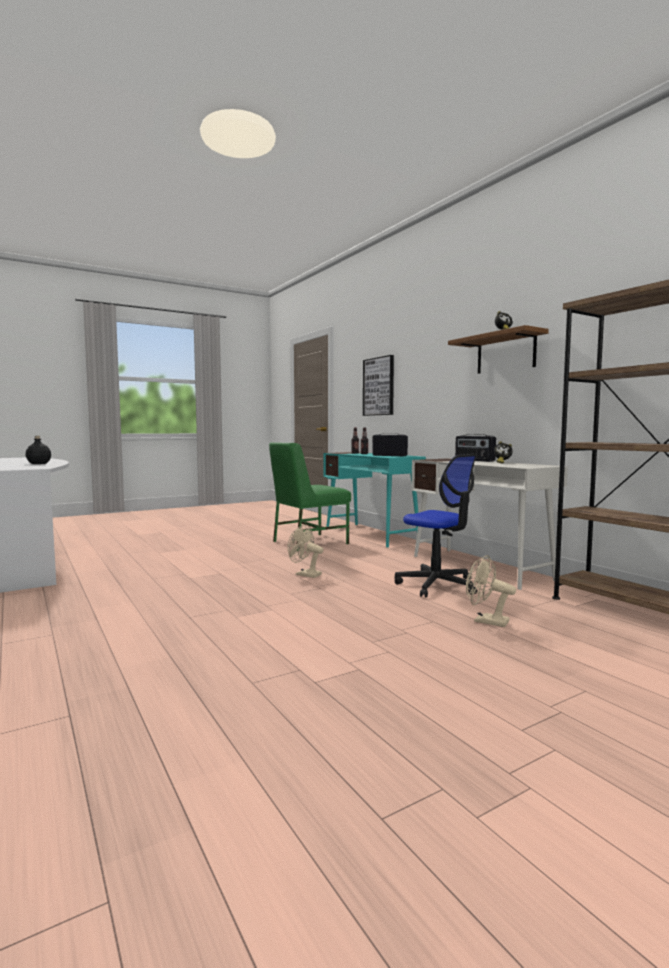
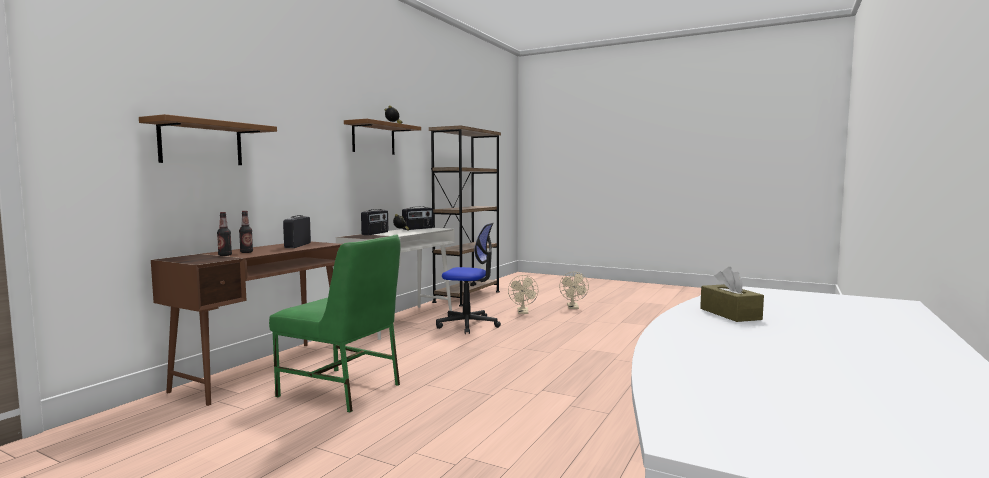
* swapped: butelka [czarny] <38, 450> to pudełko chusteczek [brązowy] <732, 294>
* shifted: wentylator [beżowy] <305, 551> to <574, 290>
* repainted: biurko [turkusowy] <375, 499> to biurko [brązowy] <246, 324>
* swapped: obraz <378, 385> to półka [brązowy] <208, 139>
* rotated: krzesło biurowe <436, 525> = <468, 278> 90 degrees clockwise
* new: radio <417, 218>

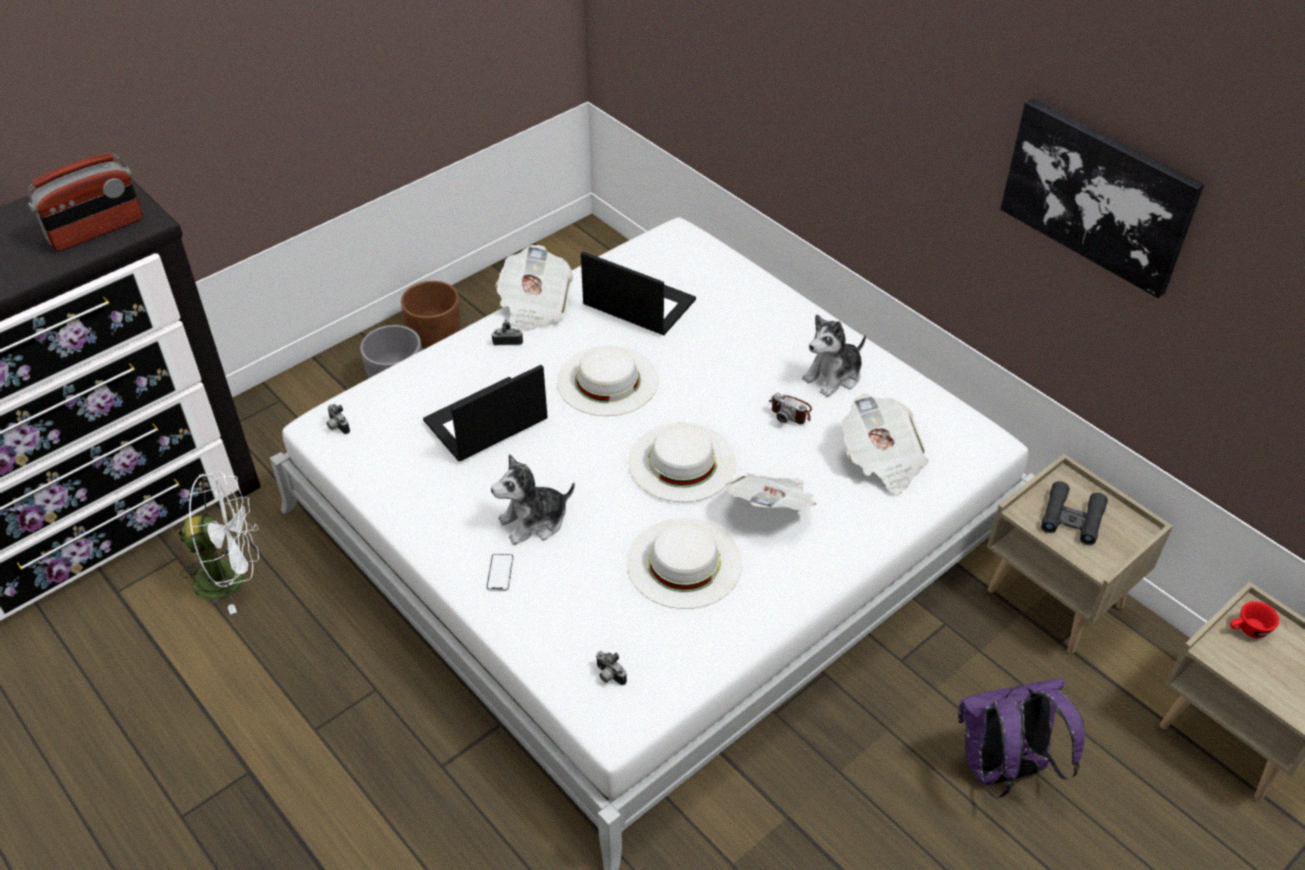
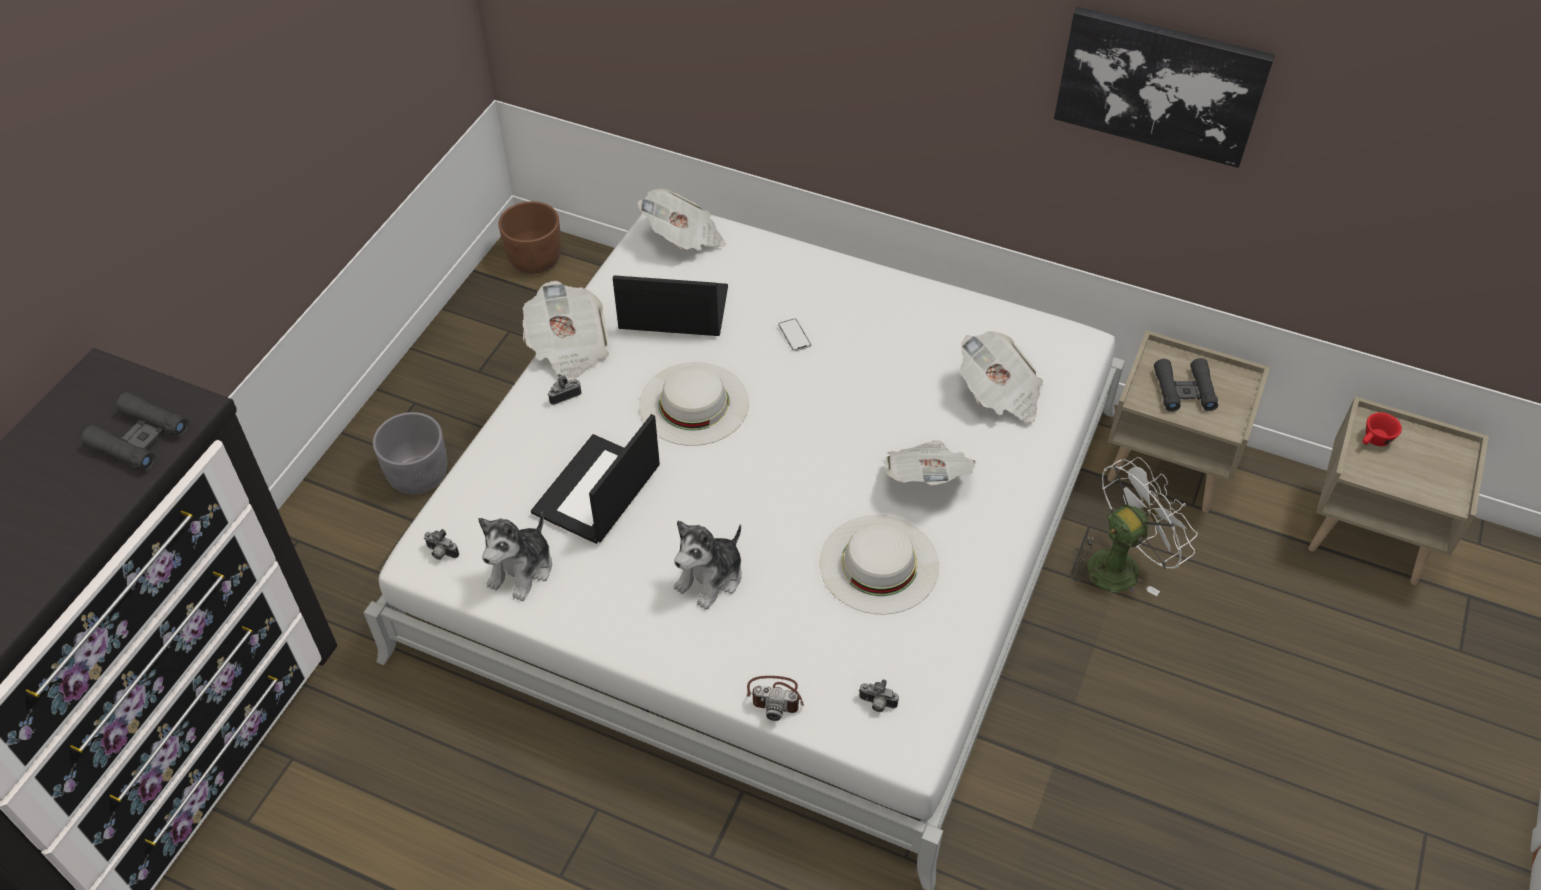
* swapped: radio <85, 202> to lornetka [czarny] <135, 431>
* shifted: wentylator [biały] <218, 543> to <1134, 526>
* shifted: donica [brązowy] <431, 315> to <529, 237>
* shifted: telefon <500, 572> to <794, 334>
* gone: kapelusz [biały] <682, 462>
* shifted: aparat fotograficzny <790, 408> to <775, 698>
* shifted: pluszak <834, 355> to <515, 556>
* gone: plecak [fioletowy] <1021, 738>
* new: gazeta <681, 220>

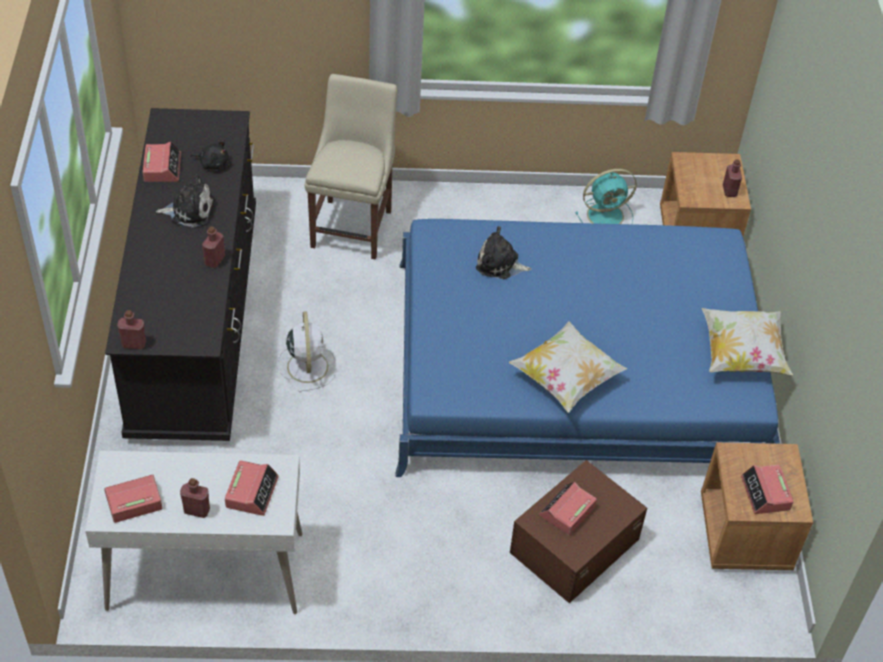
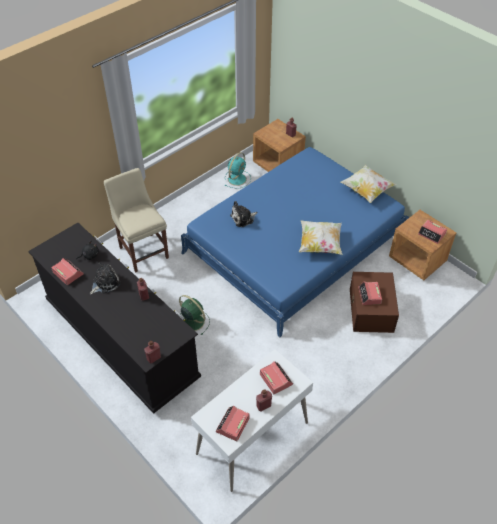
* repainted: wentylator [biały] <307, 351> to wentylator [zielony] <194, 315>

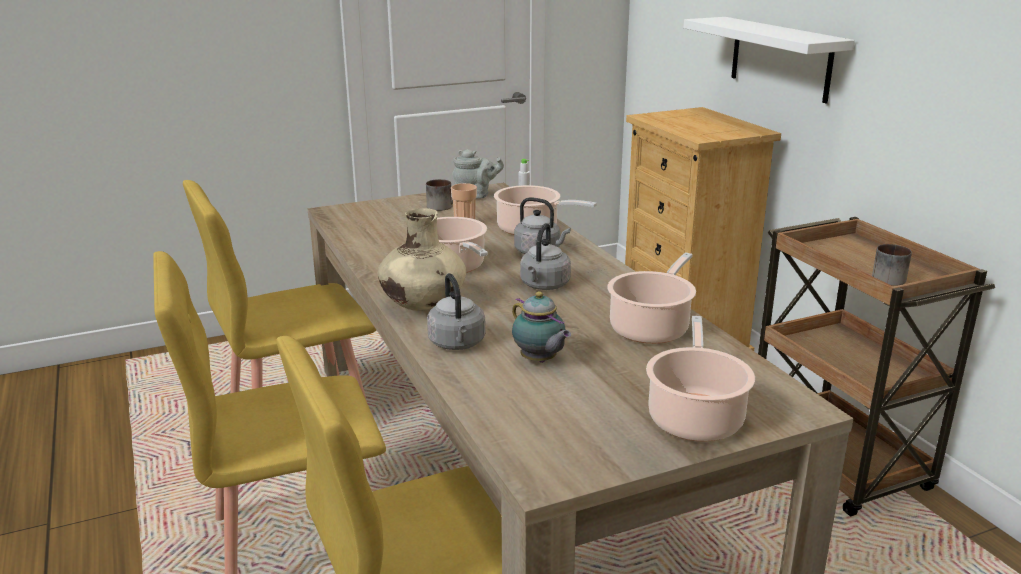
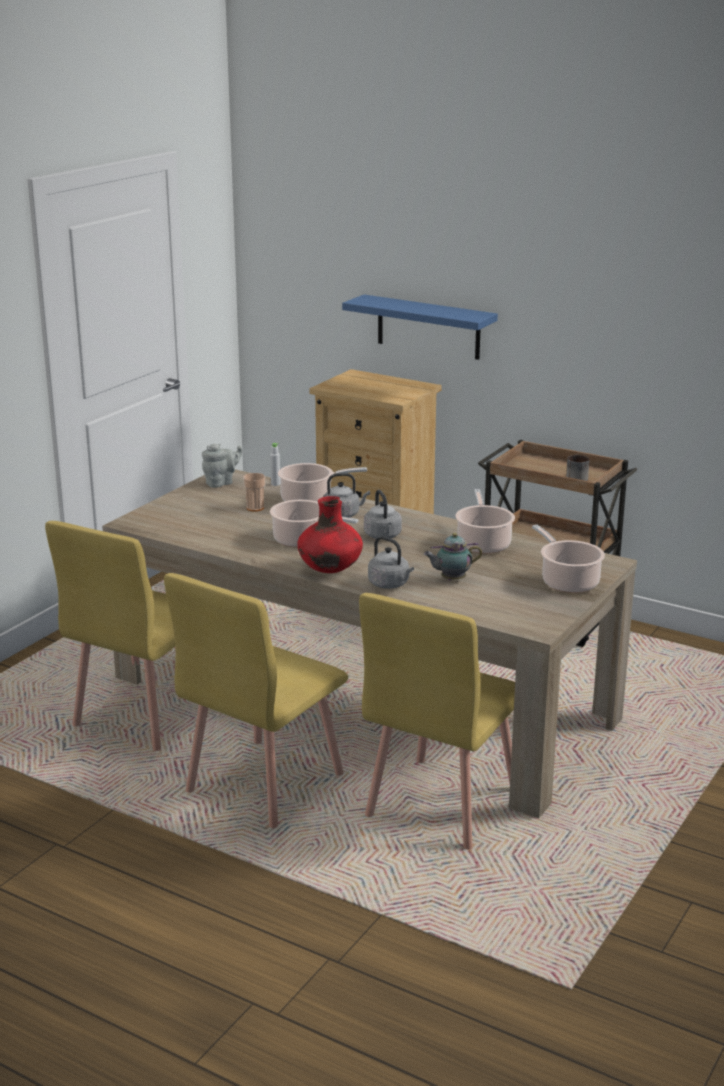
* repainted: wazon [beżowy] <422, 259> to wazon [czerwony] <330, 534>
* gone: kubek <439, 195>
* rotated: imbryk <541, 327> = <453, 556> 150 degrees clockwise
* repainted: półka [biały] <769, 60> to półka [niebieski] <420, 327>

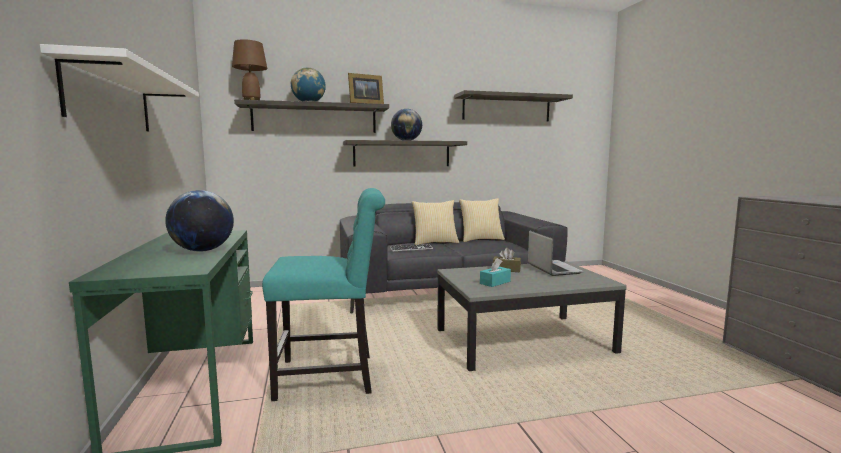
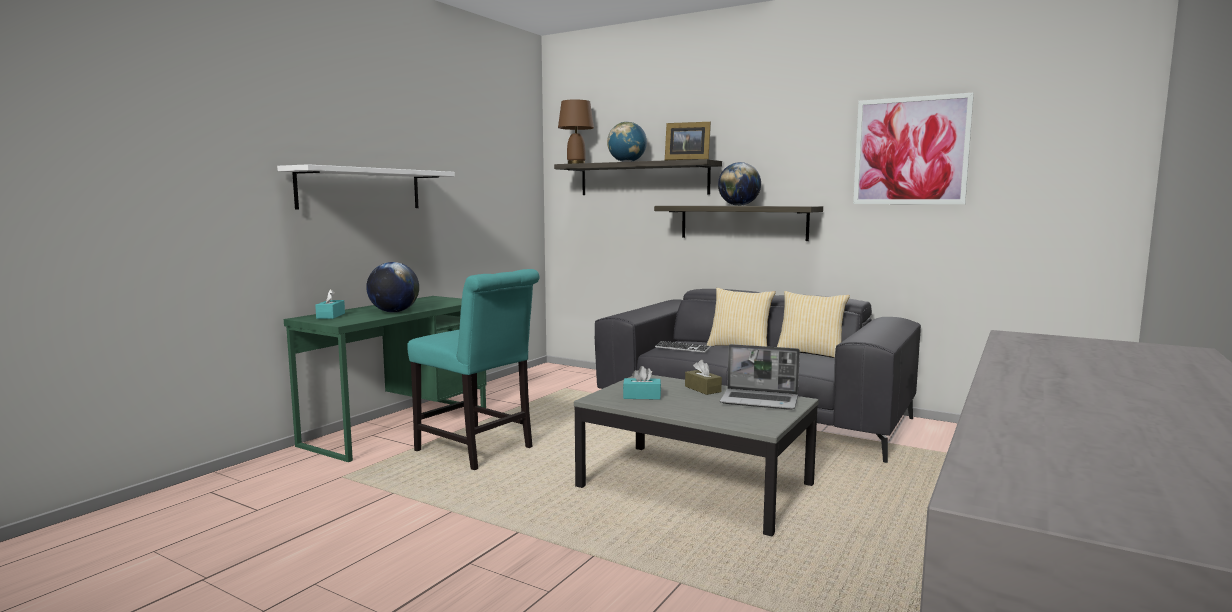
* swapped: półka <513, 106> to obraz <913, 148>
* rotated: laptop <556, 253> = <760, 377> 75 degrees clockwise
* new: pudełko chusteczek [turkusowy] <330, 304>

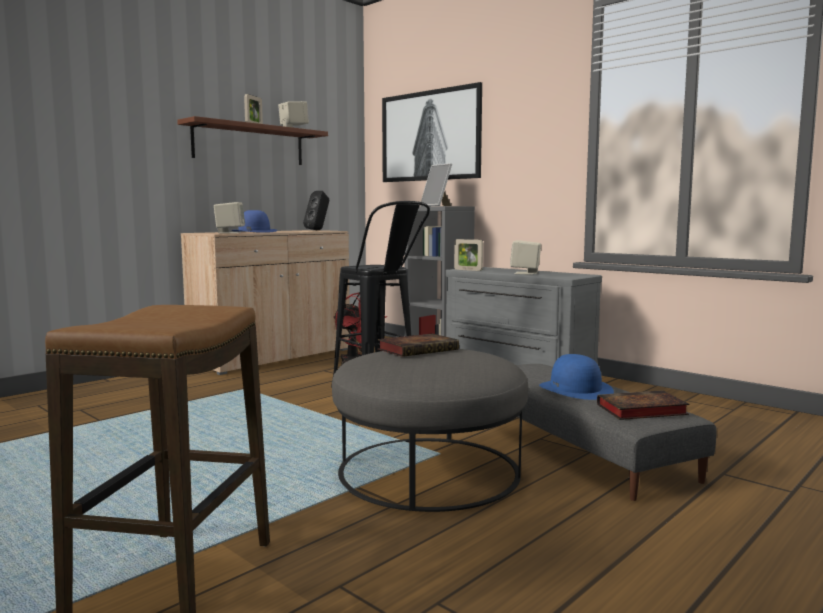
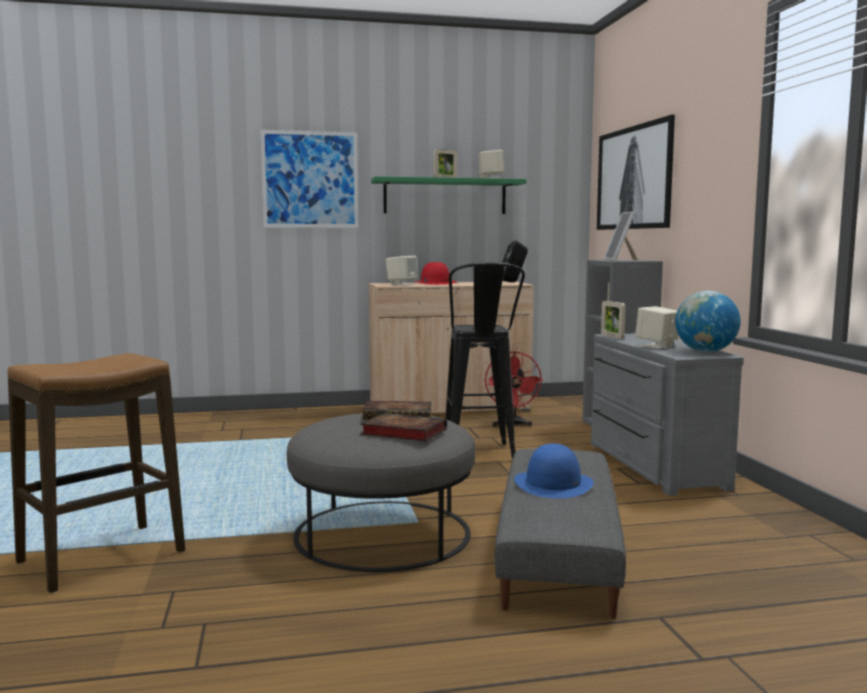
* repainted: półka [brązowy] <252, 140> to półka [zielony] <449, 195>
* repainted: kapelusz [niebieski] <254, 221> to kapelusz [czerwony] <436, 273>
* shifted: książka <643, 405> to <403, 427>
* new: obraz <309, 179>
* new: globus <708, 321>

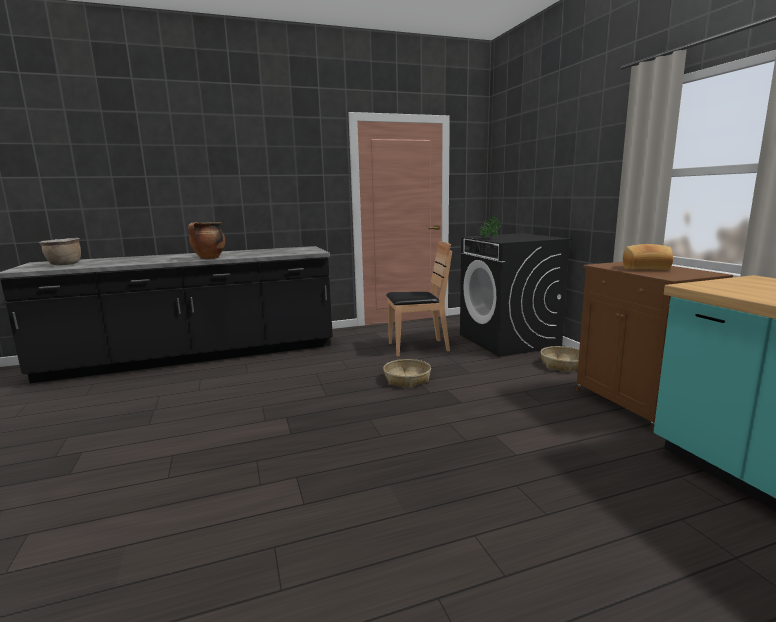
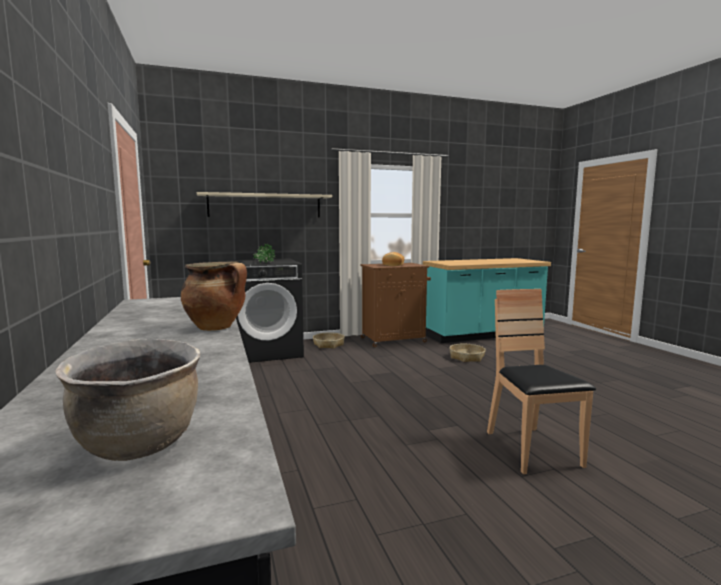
* shifted: koszyk <407, 373> to <467, 353>
* shifted: krzesło [brązowy] <419, 299> to <541, 381>
* new: półka [beżowy] <264, 204>

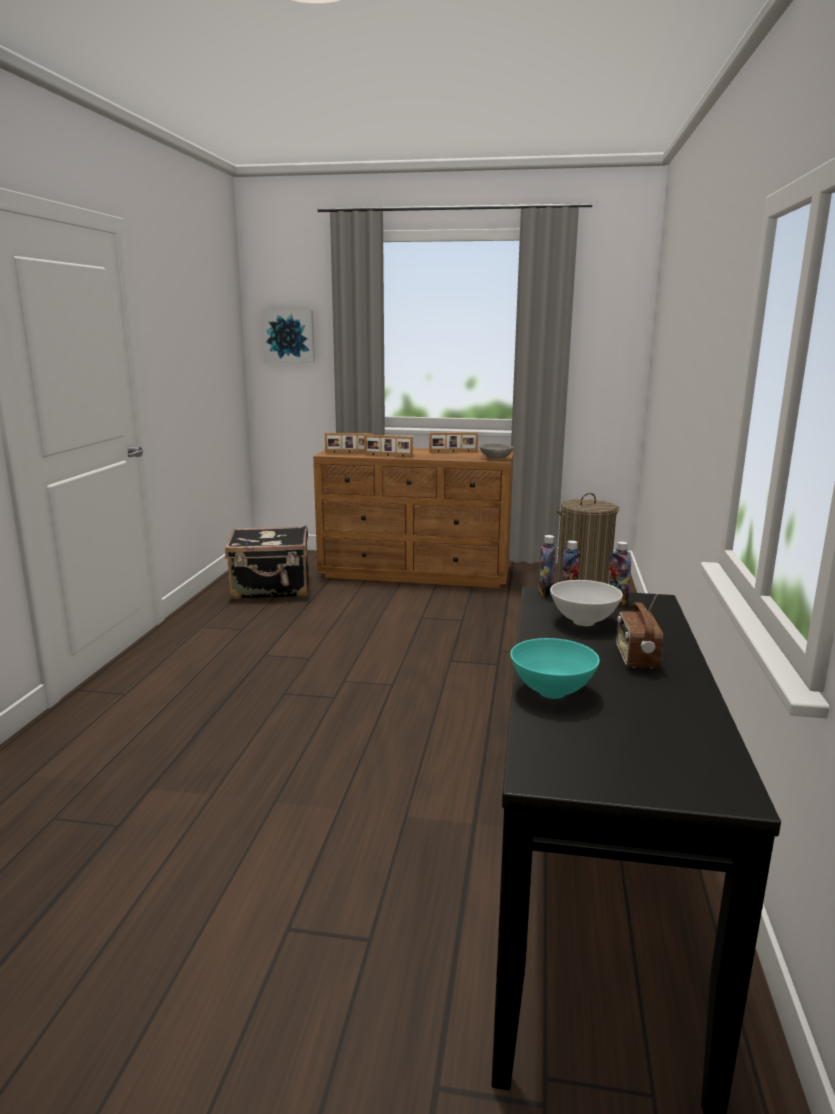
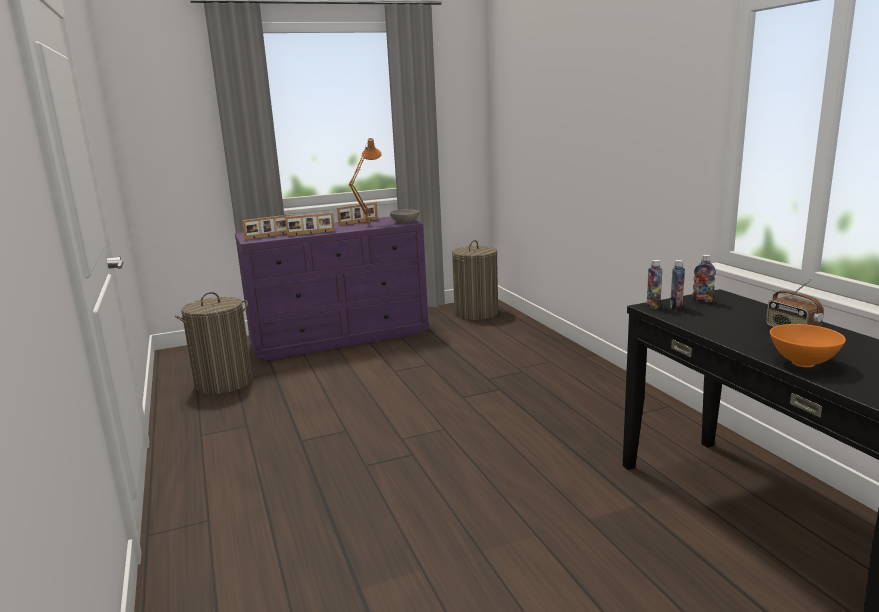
* swapped: walizka [czarny] <267, 562> to kosz na pranie <213, 343>
* gone: obraz <288, 336>
* repainted: komoda [brązowy] <413, 518> to komoda [fioletowy] <332, 289>
* repainted: miska [turkusowy] <555, 668> to miska [pomarańczowy] <808, 345>
* gone: miska [biały] <586, 603>
* new: lampa stołowa [pomarańczowy] <365, 182>

